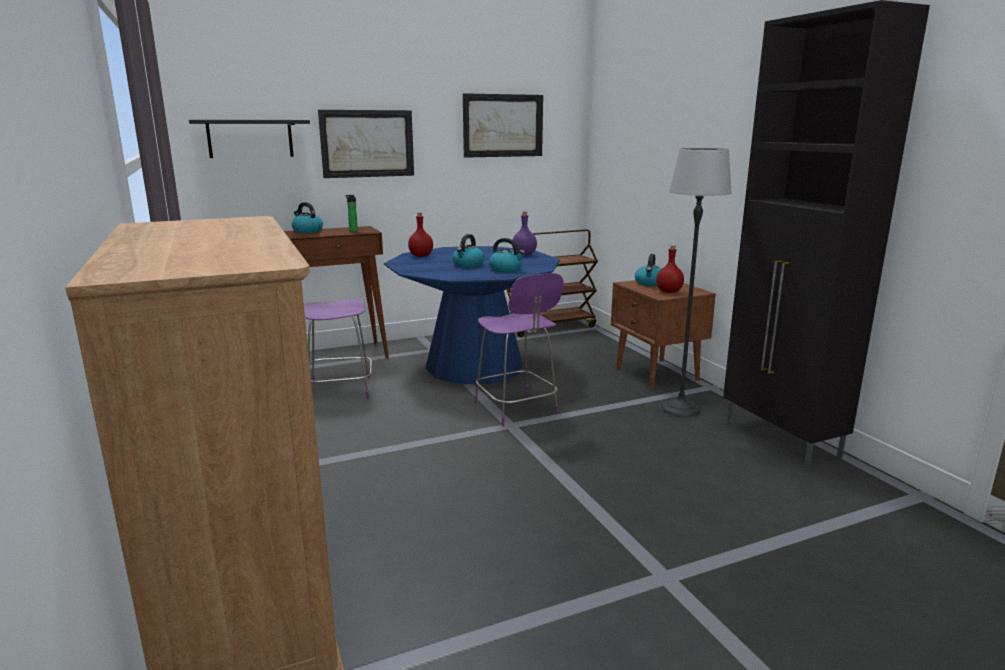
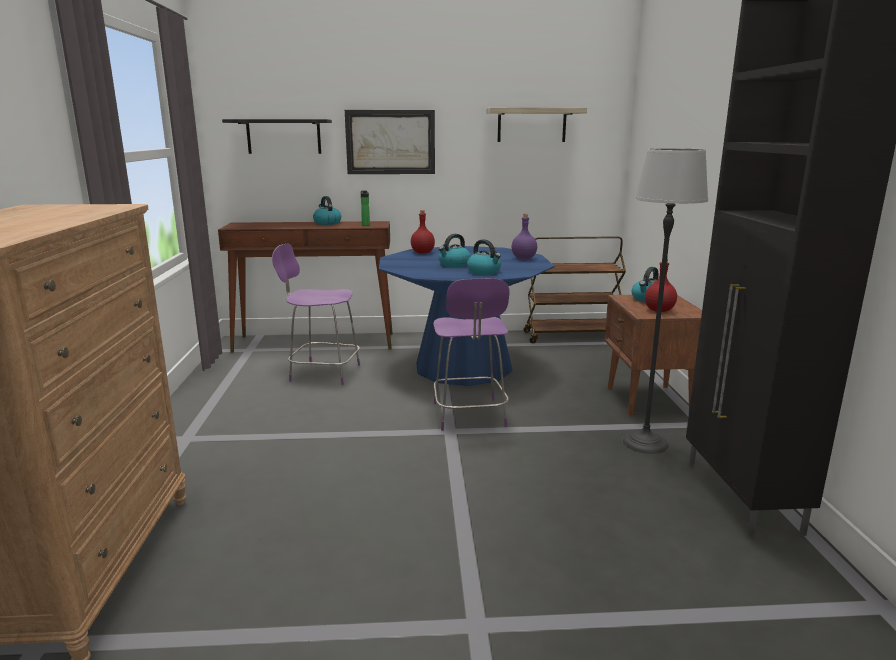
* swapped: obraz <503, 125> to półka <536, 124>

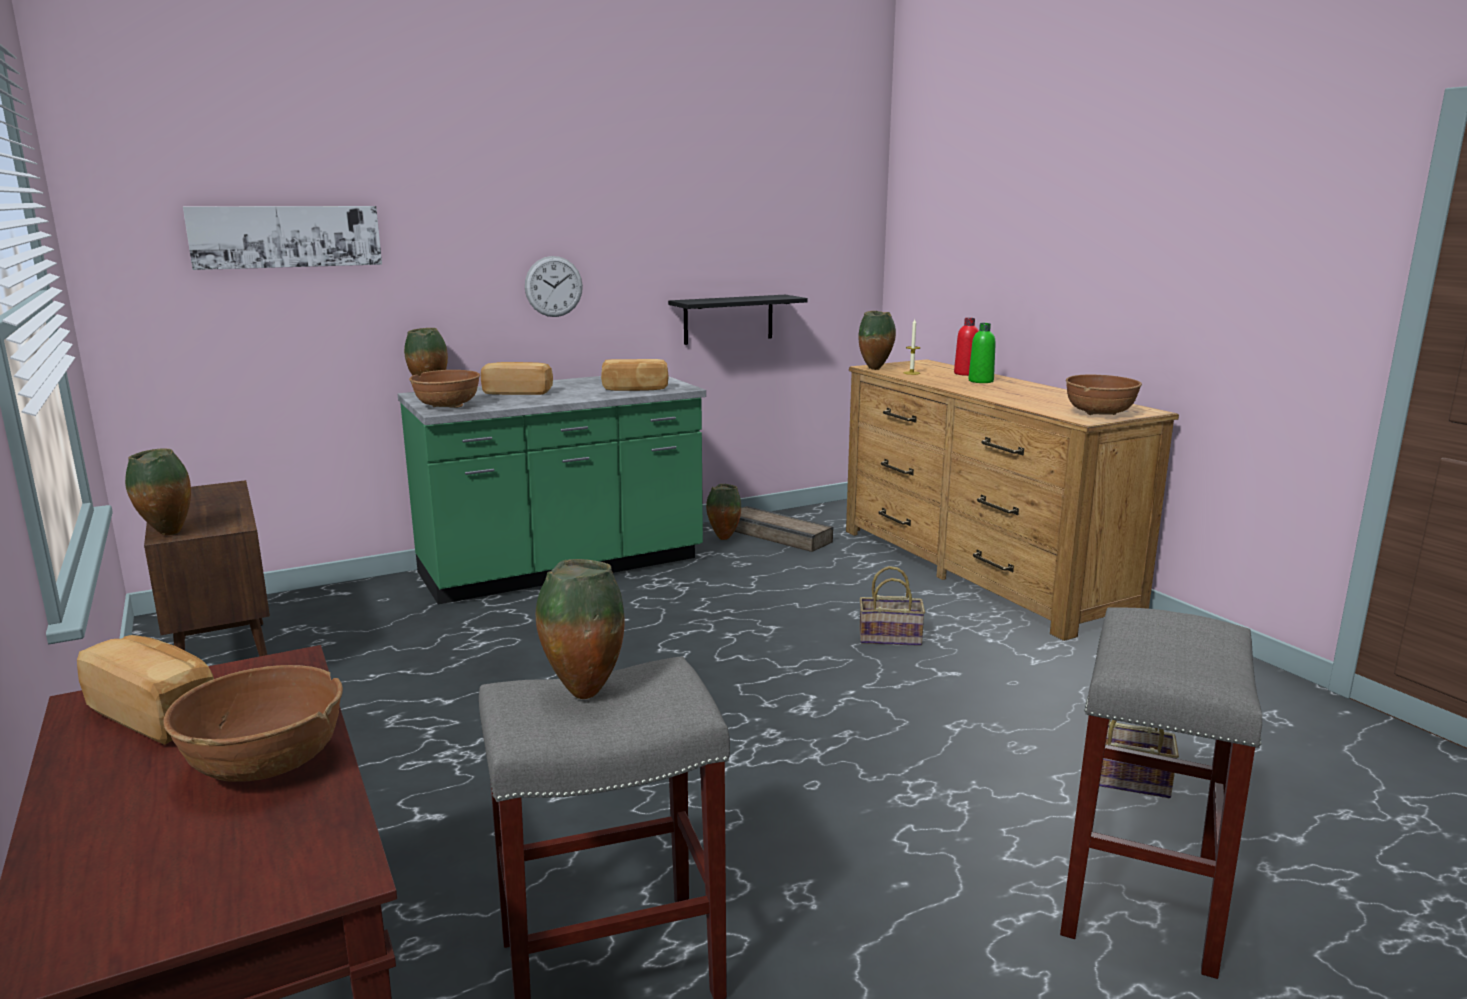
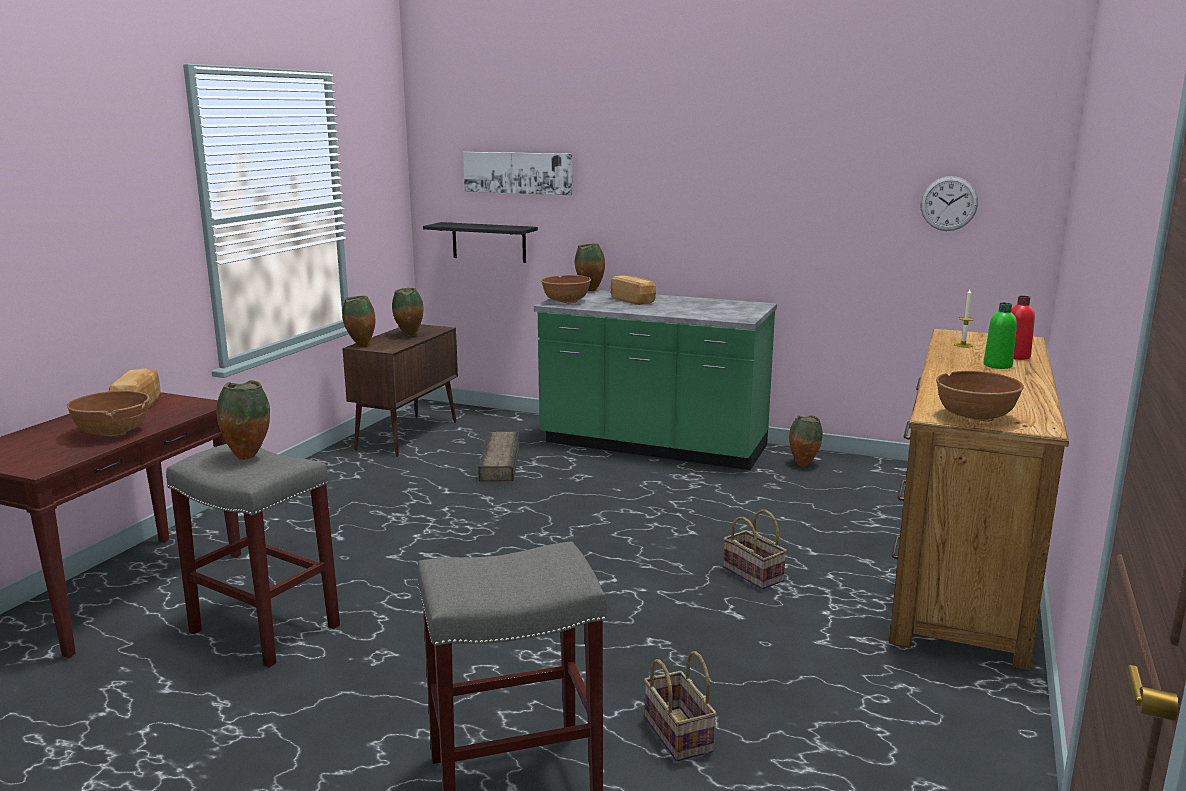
* shifted: zegar ścienny <554, 286> to <949, 203>
* gone: chleb <635, 375>
* shifted: półka [czarny] <738, 320> to <480, 242>
* shifted: skrzynka <783, 529> to <499, 456>
* shifted: wazon <877, 340> to <407, 312>

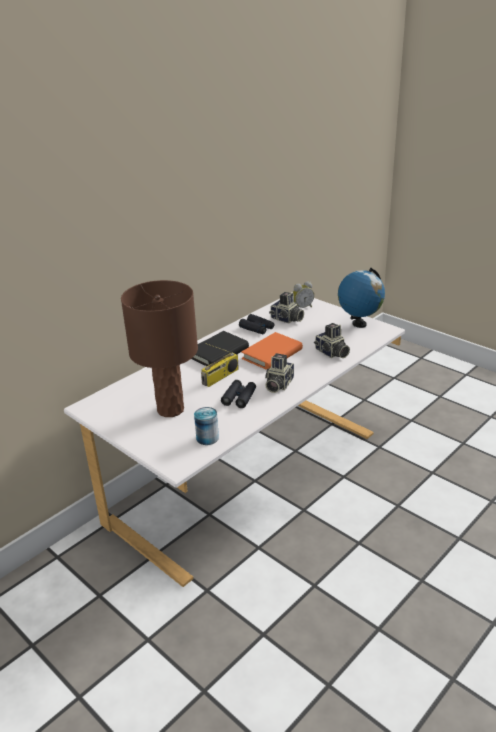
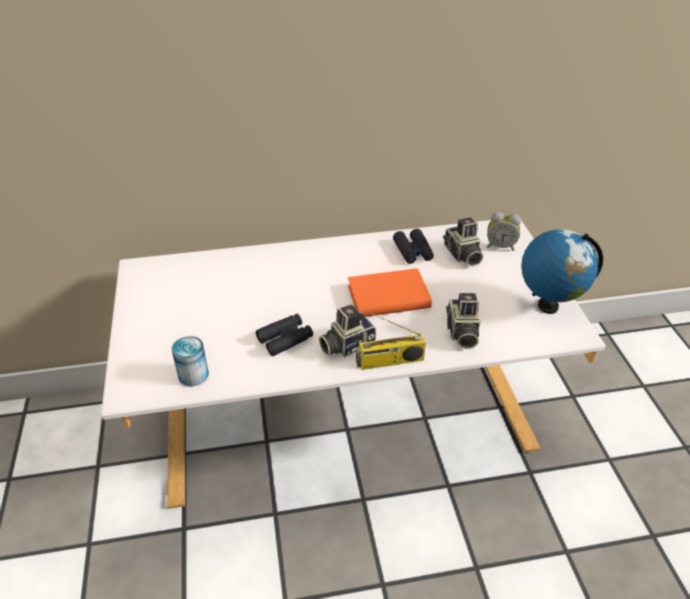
* gone: lampa stołowa [brązowy] <159, 348>
* gone: książka [czarny] <220, 348>
* shifted: radio <220, 365> to <391, 341>

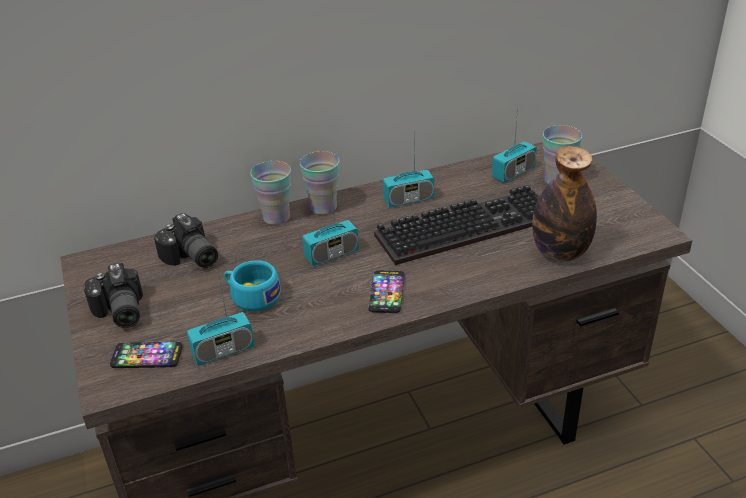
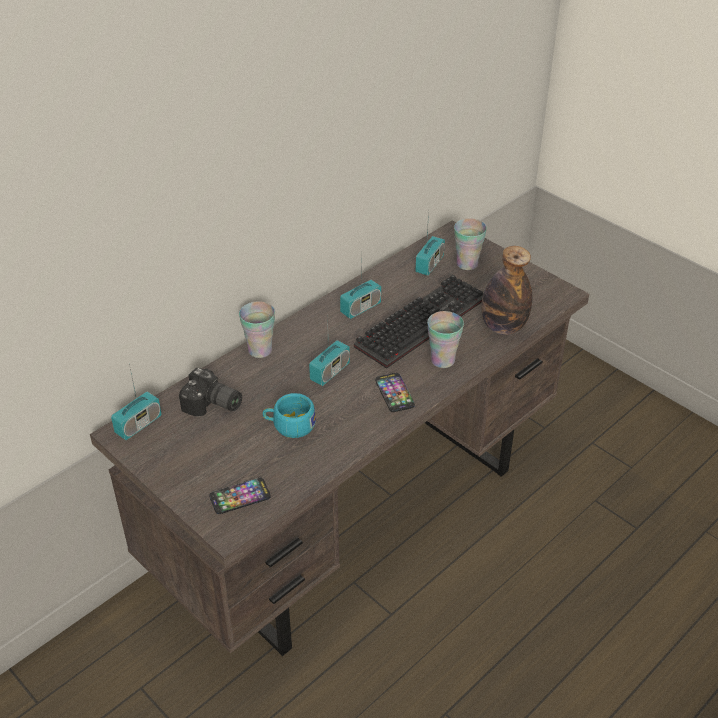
* gone: aparat fotograficzny <113, 295>
* shifted: radio <220, 319> to <136, 402>
* shifted: filiżanka <320, 183> to <445, 339>

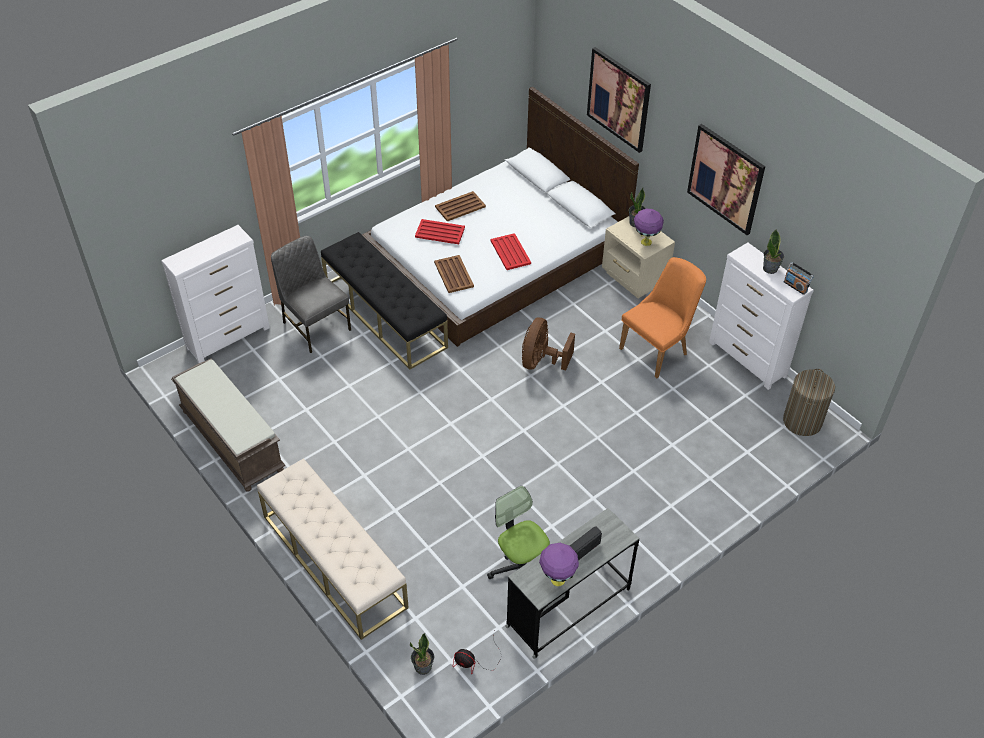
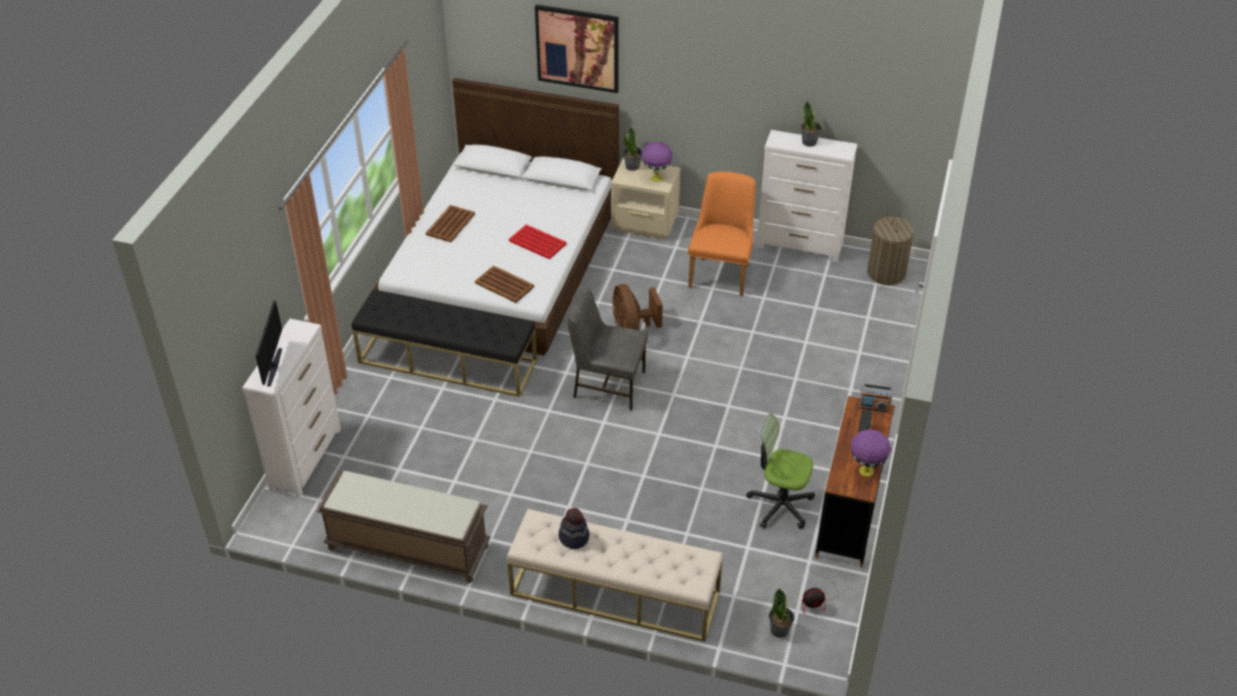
* shifted: krzesło [szary] <311, 294> to <607, 348>
* gone: taca [czerwony] <440, 231>
* repainted: biurko [szary] <572, 583> to biurko [brązowy] <855, 482>
* gone: obraz <726, 179>
* shifted: radio <799, 278> to <876, 398>
* new: monitor <268, 343>
* new: kapelusz <574, 528>

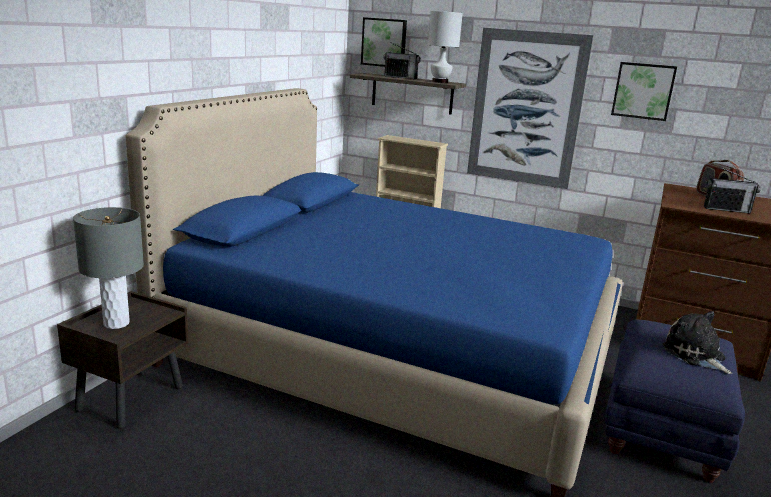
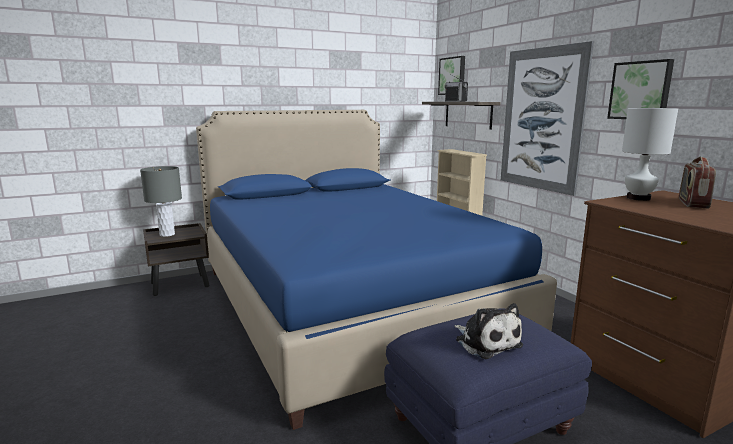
* shifted: lampa stołowa [biały] <445, 47> to <650, 154>
* rotated: pluszak <697, 342> = <488, 331> 135 degrees clockwise
* gone: radio <732, 190>

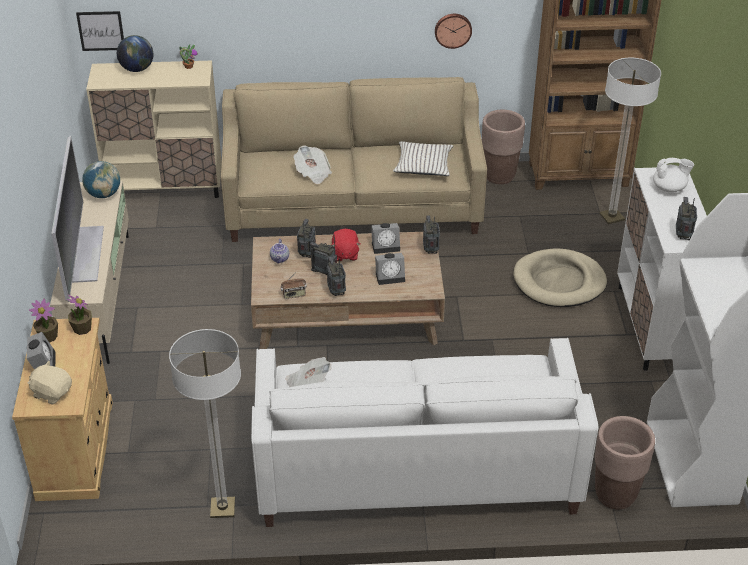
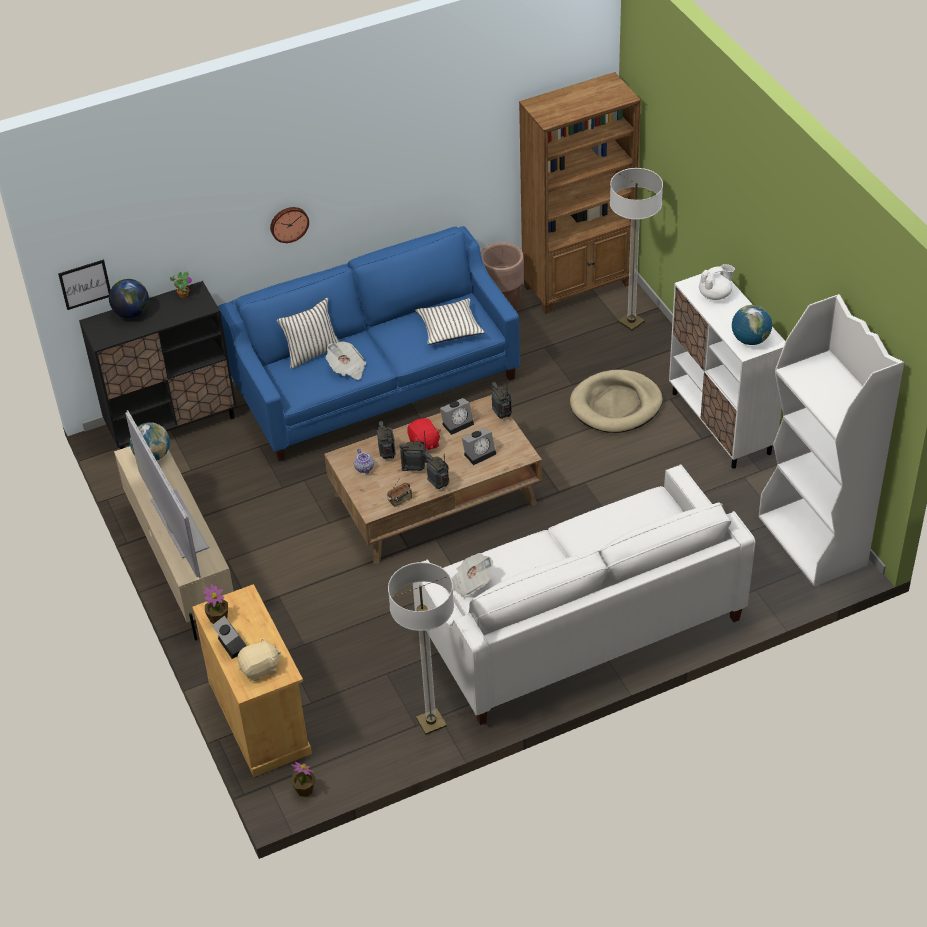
* rotated: pluszak [beżowy] <49, 383> = <259, 659> 150 degrees clockwise
* shifted: roślina doniczkowa <79, 315> to <303, 779>
* repainted: szafka [beżowy] <154, 129> to szafka [czarny] <157, 365>
* repainted: kanapa [beżowy] <354, 159> to kanapa [niebieski] <369, 343>
* shifted: zegar ścienny <453, 31> to <289, 225>
* gone: donica [brązowy] <625, 462>
* swapped: radio <686, 218> to globus <752, 325>
* new: poduszka [biały] <308, 333>

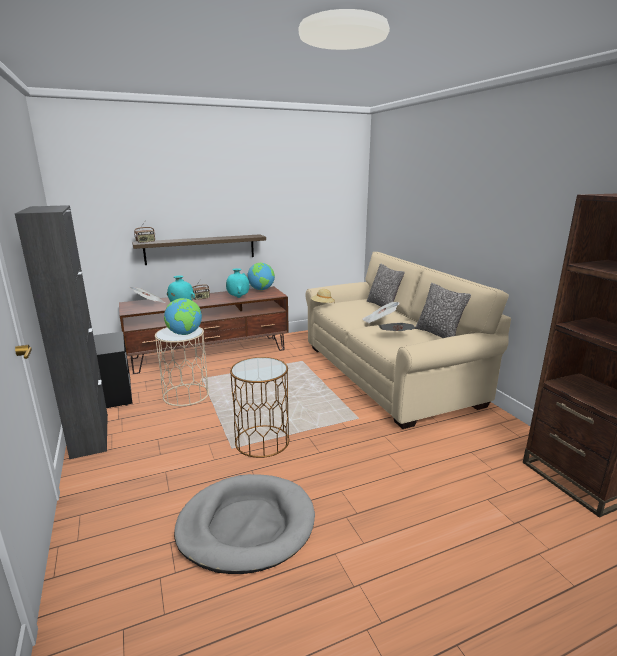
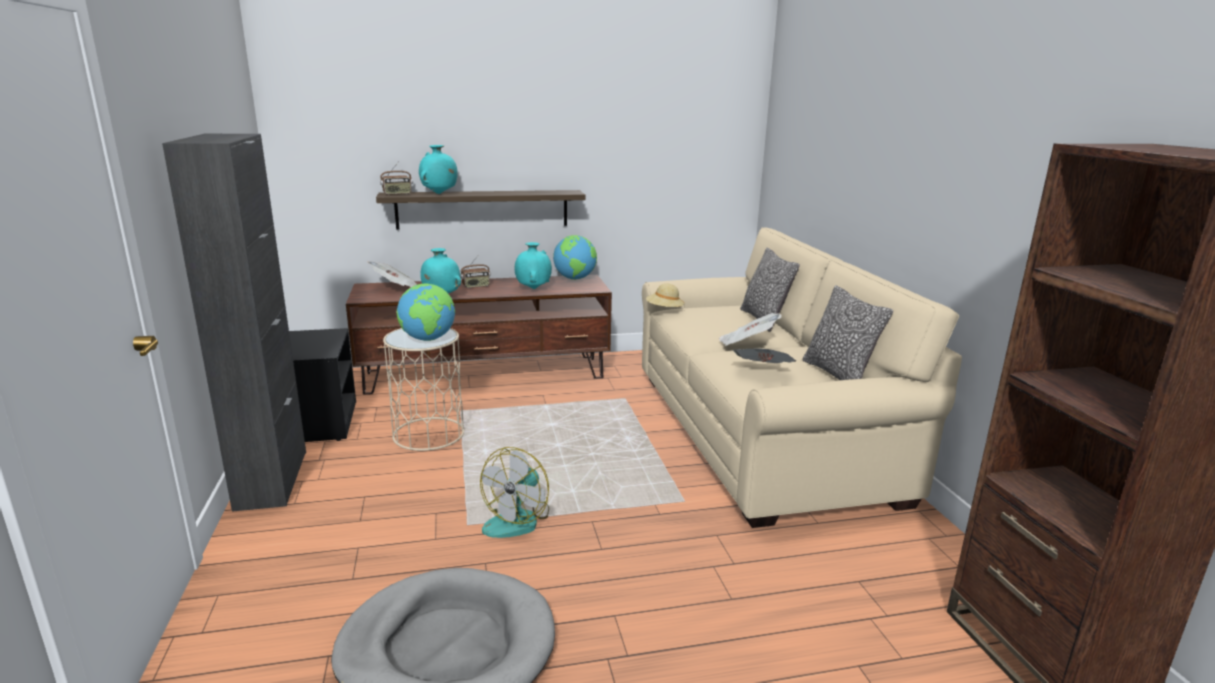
* swapped: stolik [brązowy] <259, 407> to wentylator <514, 492>
* new: wazon [turkusowy] <438, 169>

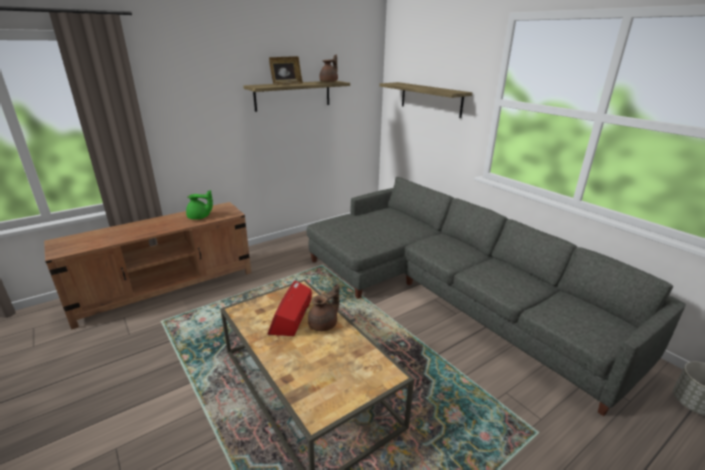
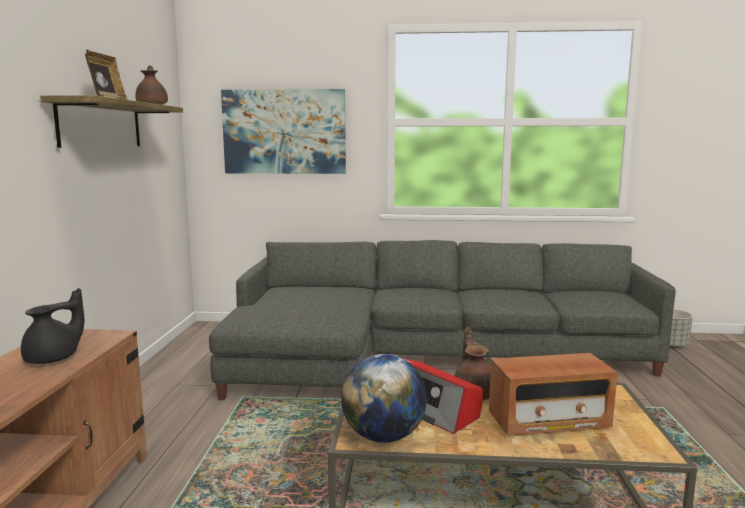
* repainted: imbryk [zielony] <199, 205> to imbryk [czarny] <53, 326>
* swapped: półka <425, 100> to obraz <283, 131>
* new: globus <384, 398>
* new: radio <553, 394>

